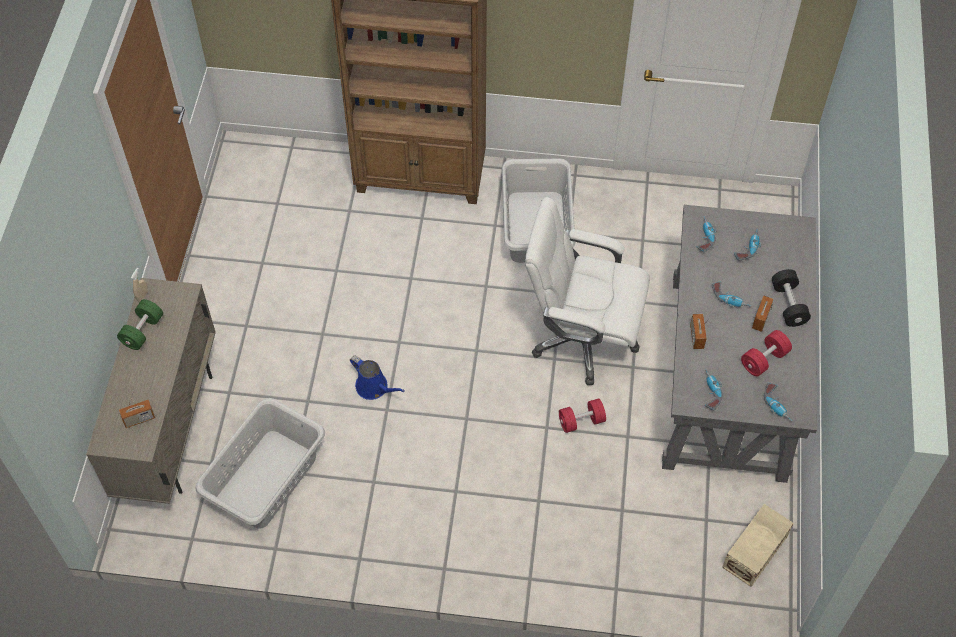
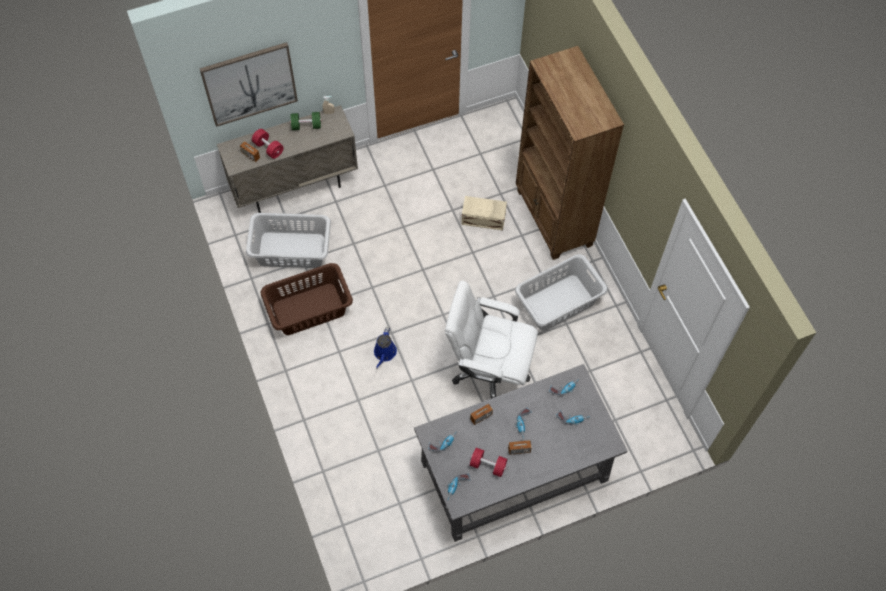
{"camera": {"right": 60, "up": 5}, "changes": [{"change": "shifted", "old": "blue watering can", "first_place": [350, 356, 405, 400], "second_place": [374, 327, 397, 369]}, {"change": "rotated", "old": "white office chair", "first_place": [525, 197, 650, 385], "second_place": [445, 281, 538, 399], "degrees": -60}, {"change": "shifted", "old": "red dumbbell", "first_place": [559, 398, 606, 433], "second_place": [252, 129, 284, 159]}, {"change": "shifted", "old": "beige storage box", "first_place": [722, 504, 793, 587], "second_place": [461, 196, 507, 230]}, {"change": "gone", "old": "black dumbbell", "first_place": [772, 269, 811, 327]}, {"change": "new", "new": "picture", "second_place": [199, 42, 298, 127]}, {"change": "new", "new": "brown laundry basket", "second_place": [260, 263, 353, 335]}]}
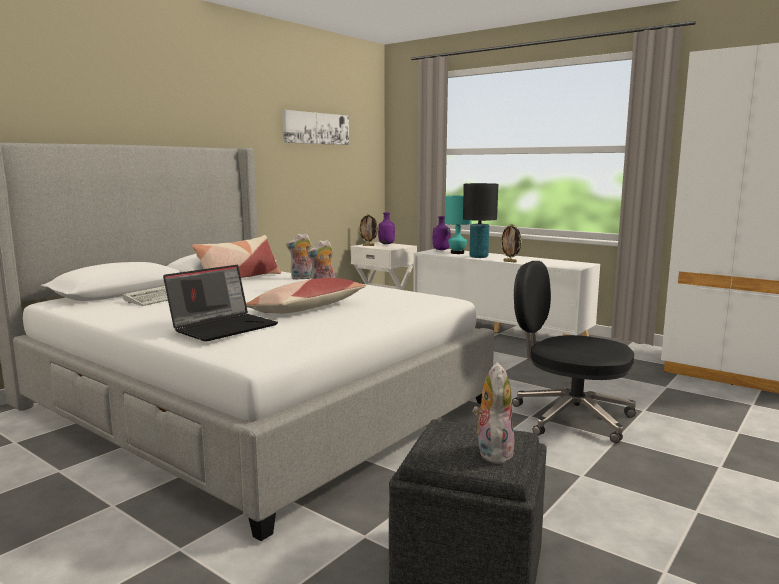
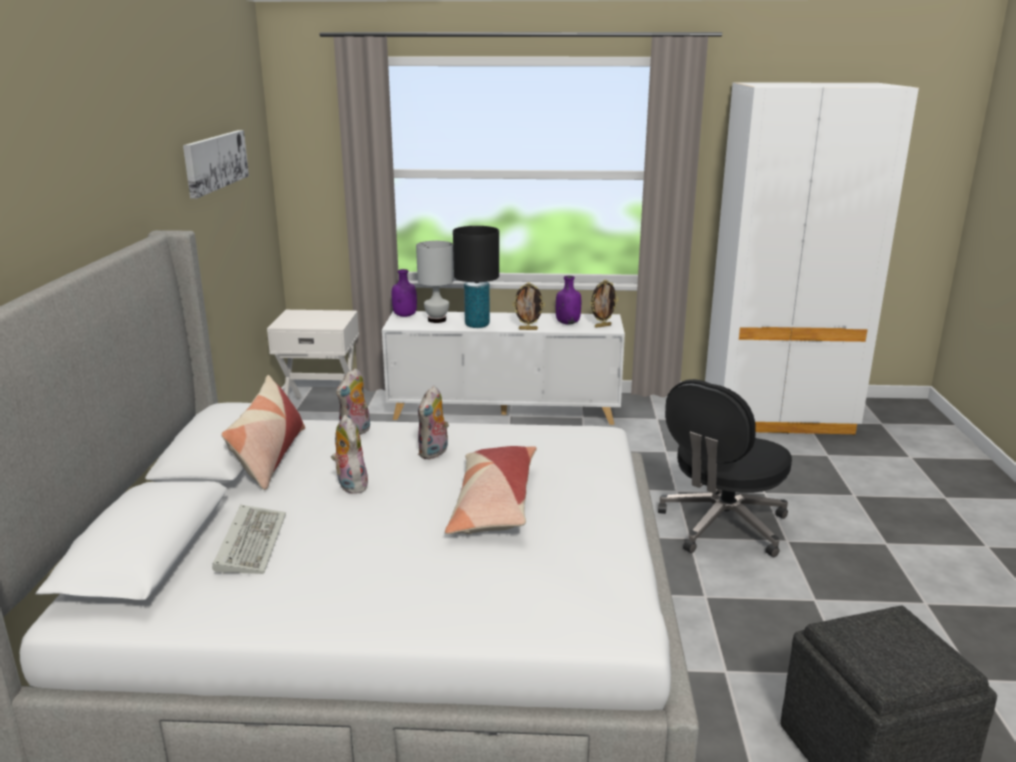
{"camera": {"right": -35, "up": 10}, "changes": [{"change": "gone", "old": "laptop", "first_place": [163, 265, 278, 342]}, {"change": "shifted", "old": "picture frame", "first_place": [358, 214, 379, 246], "second_place": [590, 280, 618, 328]}, {"change": "shifted", "old": "purple bottle", "first_place": [378, 212, 395, 244], "second_place": [556, 276, 581, 325]}, {"change": "repainted", "old": "turquoise table lamp", "new": "white table lamp", "first_place": [445, 196, 472, 254], "second_place": [416, 241, 454, 323]}, {"change": "shifted", "old": "plush toy", "first_place": [473, 362, 515, 464], "second_place": [331, 415, 368, 494]}, {"change": "rotated", "old": "black office chair", "first_place": [512, 261, 636, 443], "second_place": [658, 379, 792, 557], "degrees": -45}]}
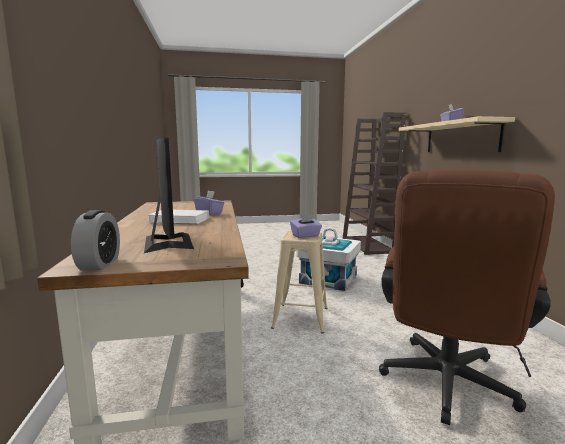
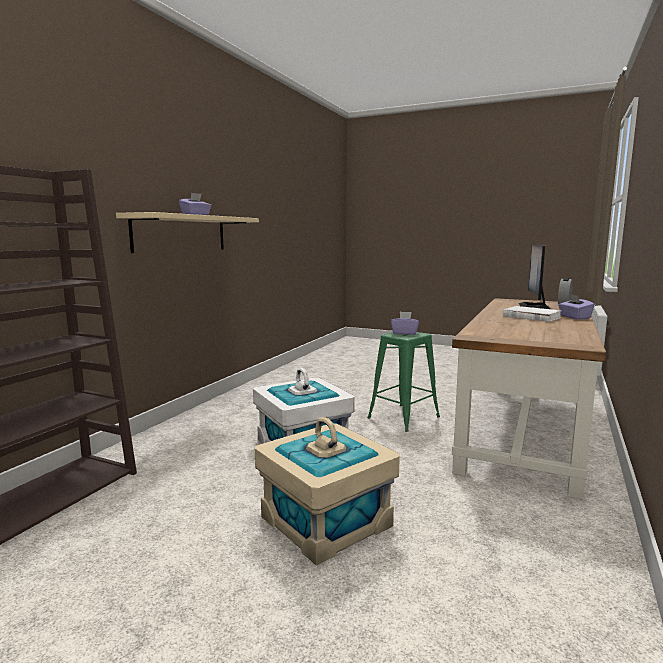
{"camera": {"right": -145, "up": 0}, "changes": [{"change": "shifted", "old": "purple tissue box", "first_place": [194, 191, 224, 215], "second_place": [558, 294, 595, 320]}, {"change": "repainted", "old": "beige stool", "new": "green stool", "first_place": [271, 231, 328, 334], "second_place": [367, 332, 440, 432]}, {"change": "gone", "old": "brown office chair", "first_place": [379, 169, 555, 425]}, {"change": "new", "new": "beige storage box", "second_place": [255, 417, 400, 566]}]}
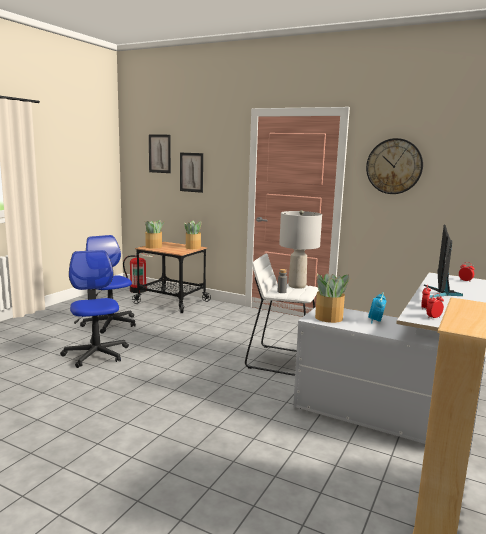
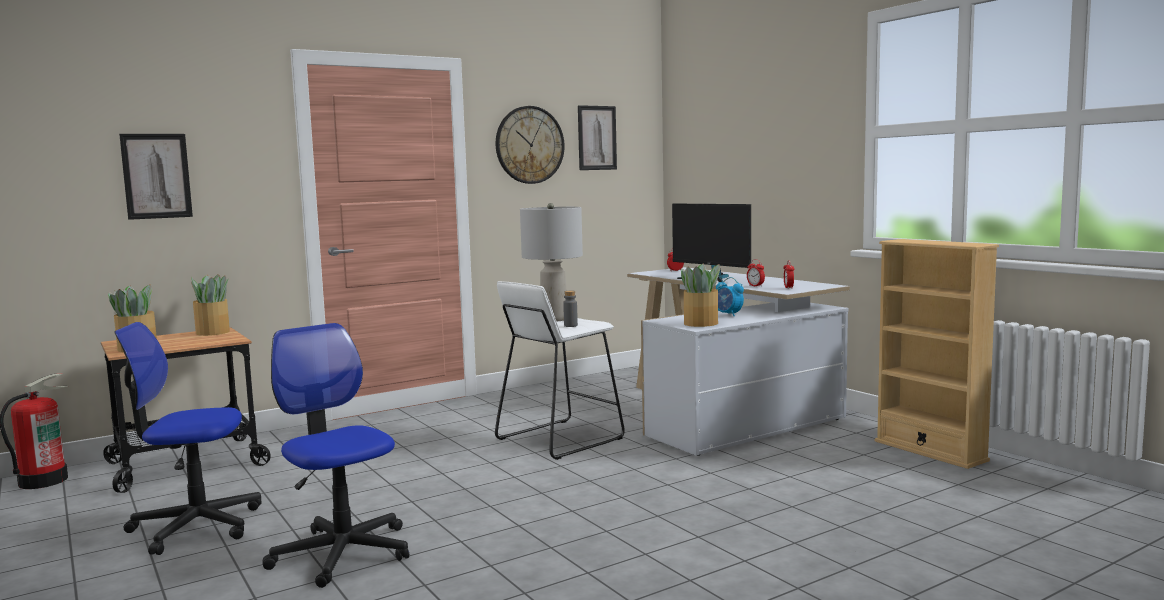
{"camera": {"right": -60, "up": -5}, "changes": [{"change": "rotated", "old": "office chair", "first_place": [60, 250, 129, 368], "second_place": [263, 323, 409, 588], "degrees": 45}, {"change": "shifted", "old": "picture", "first_place": [149, 134, 171, 173], "second_place": [578, 105, 617, 170]}]}
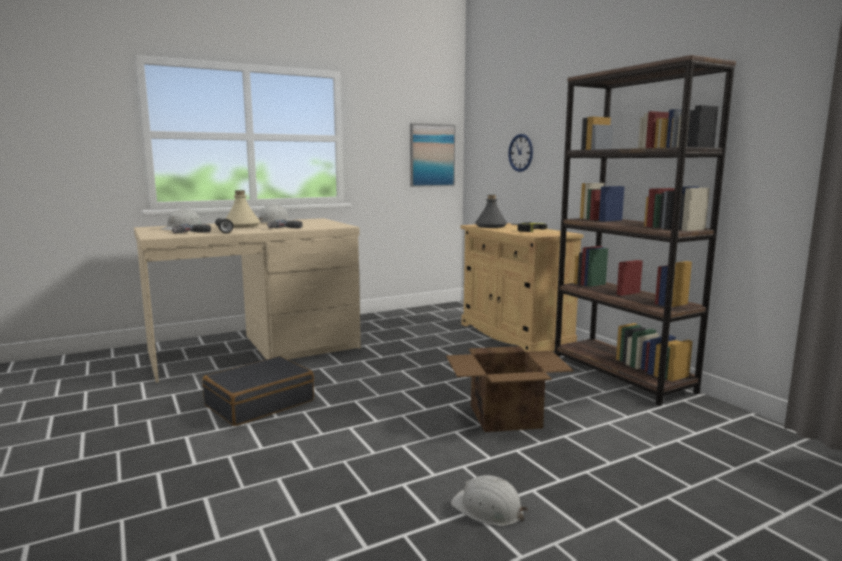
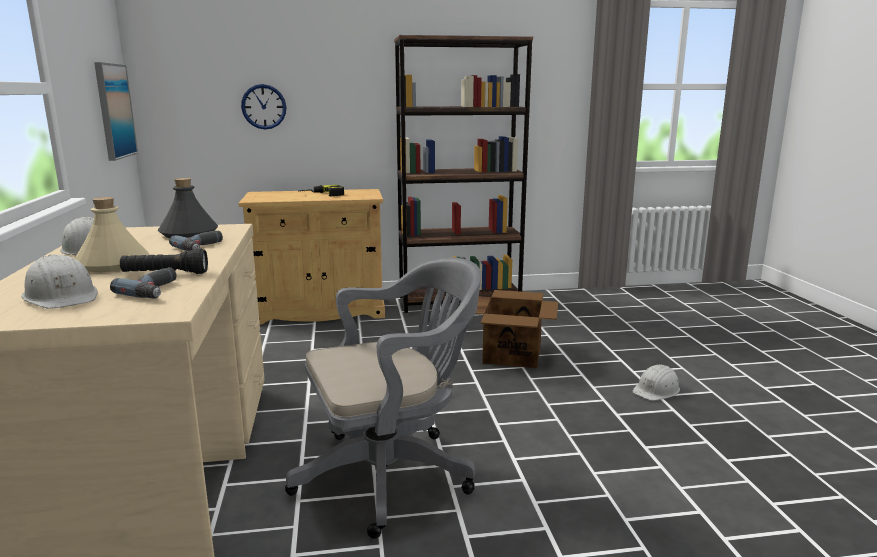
{"camera": {"right": -70, "up": 5}, "changes": [{"change": "swapped", "old": "black suitcase", "new": "grey office chair", "first_place": [203, 356, 314, 426], "second_place": [285, 257, 481, 539]}, {"change": "shifted", "old": "grey bottle", "first_place": [475, 195, 507, 228], "second_place": [158, 178, 218, 238]}]}
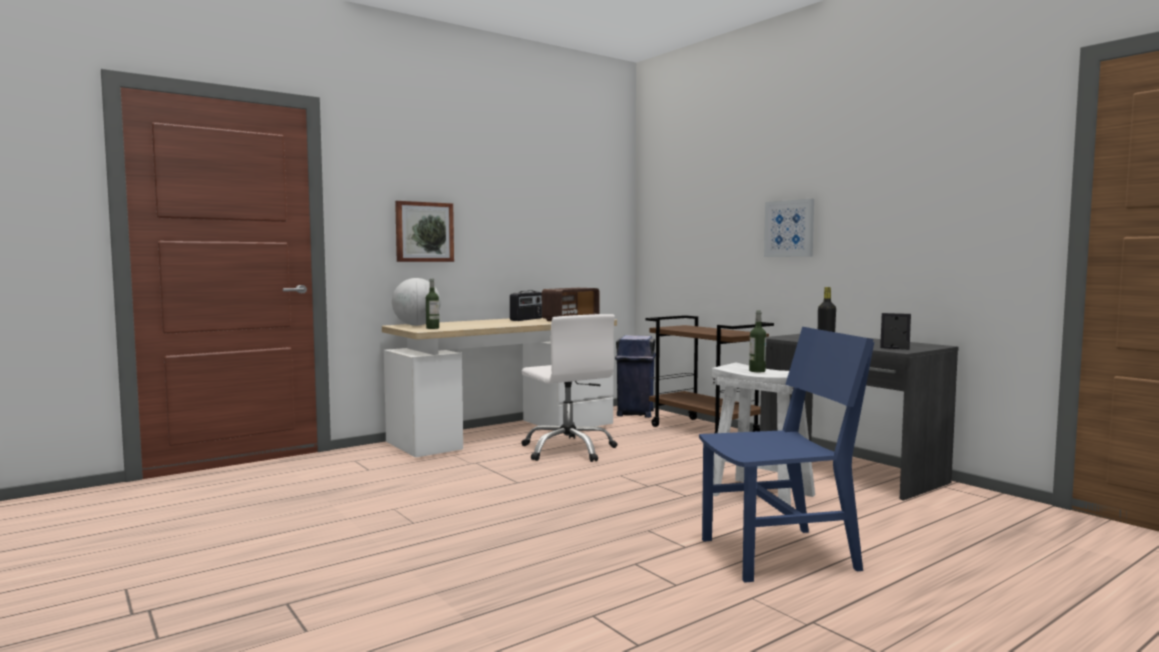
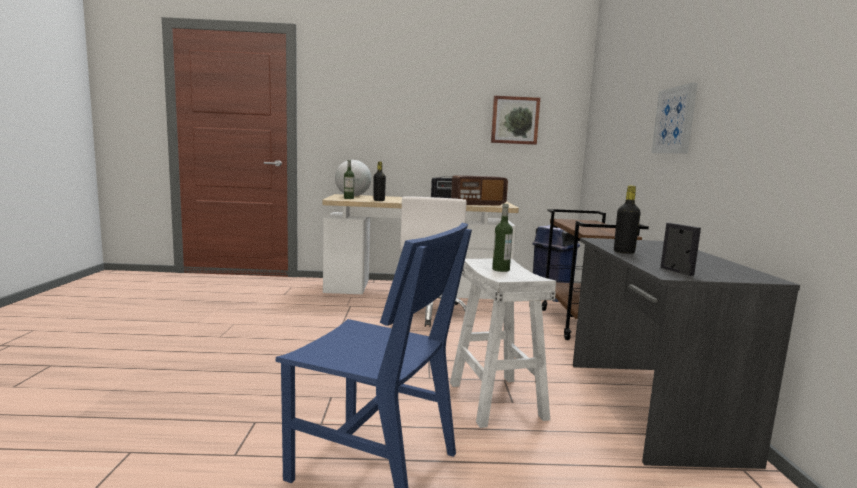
{"camera": {"right": 35, "up": 5}, "changes": [{"change": "shifted", "old": "picture", "first_place": [395, 201, 454, 262], "second_place": [491, 96, 540, 145]}, {"change": "new", "new": "black bottle", "second_place": [373, 162, 386, 201]}]}
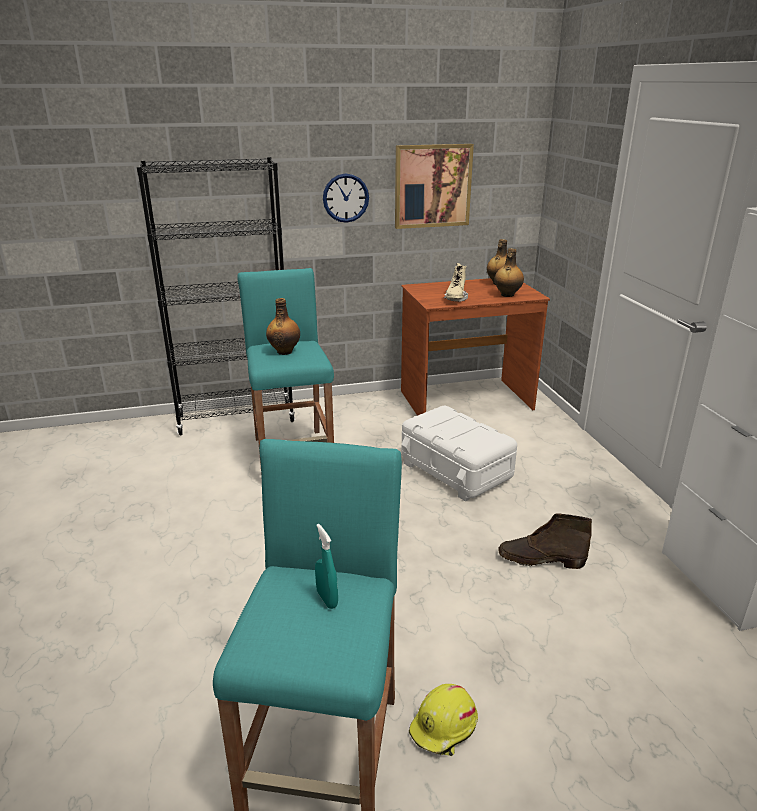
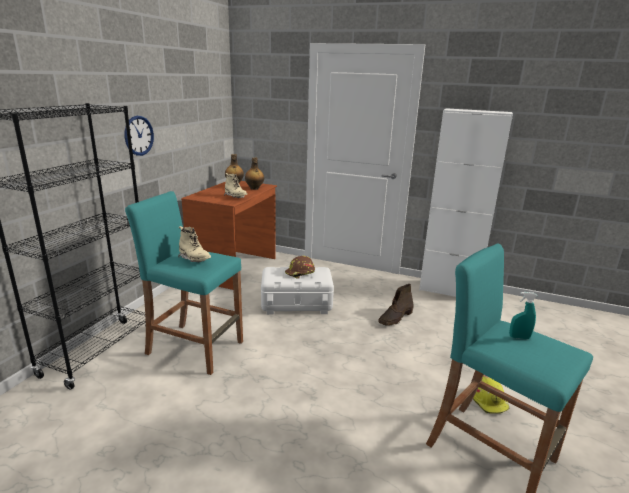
{"camera": {"right": -55, "up": -5}, "changes": [{"change": "swapped", "old": "bottle", "new": "beige boot", "first_place": [266, 298, 300, 355], "second_place": [178, 226, 211, 263]}, {"change": "gone", "old": "picture", "first_place": [395, 144, 474, 229]}, {"change": "new", "new": "brown hard hat", "second_place": [285, 256, 315, 279]}]}
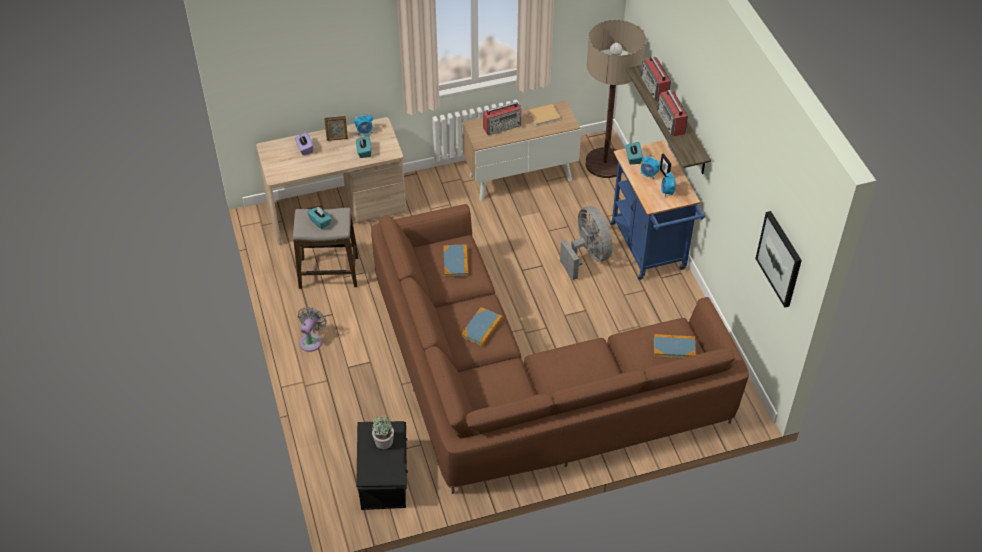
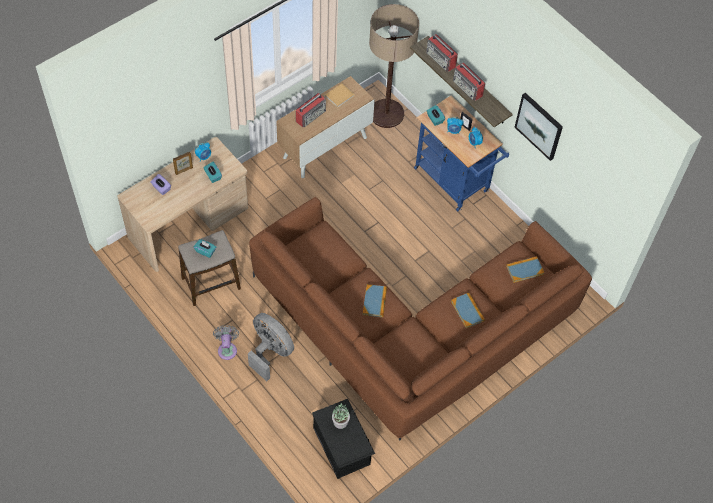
{"camera": {"right": -25, "up": 10}, "changes": [{"change": "shifted", "old": "book", "first_place": [443, 244, 469, 277], "second_place": [451, 293, 485, 328]}, {"change": "shifted", "old": "grey fan", "first_place": [560, 206, 613, 280], "second_place": [248, 313, 294, 381]}, {"change": "shifted", "old": "picture", "first_place": [755, 211, 802, 308], "second_place": [515, 93, 563, 161]}]}
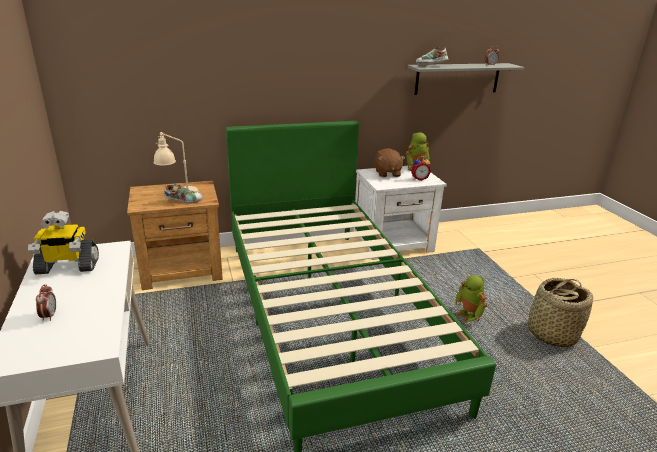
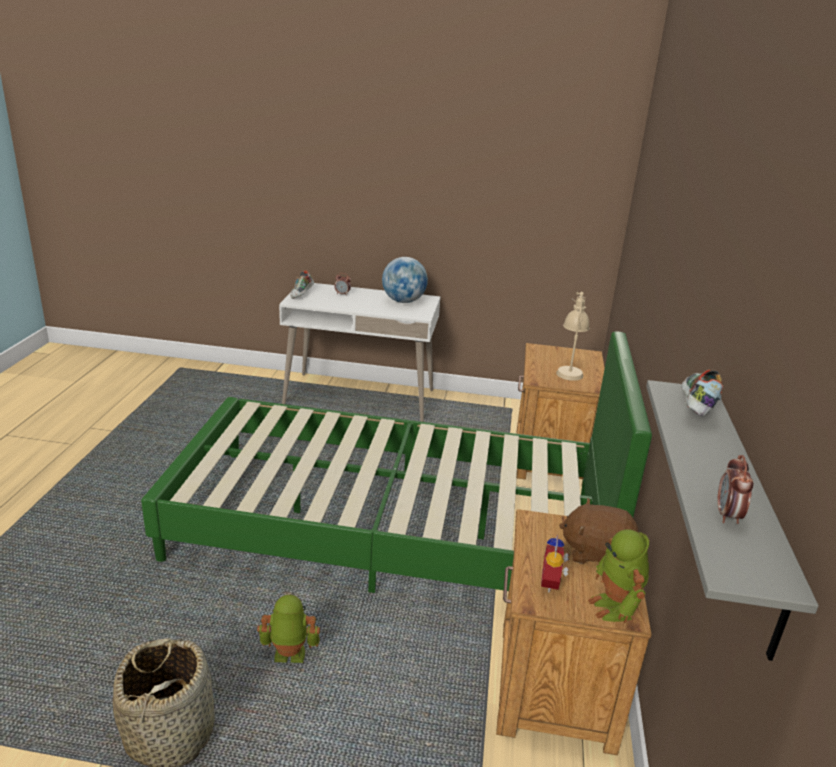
{"camera": {"right": 115, "up": 0}, "changes": [{"change": "swapped", "old": "toy robot", "new": "globe", "first_place": [28, 211, 99, 274], "second_place": [382, 257, 428, 303]}, {"change": "shifted", "old": "shoe", "first_place": [164, 183, 203, 203], "second_place": [290, 270, 314, 299]}, {"change": "repainted", "old": "white nightstand", "new": "brown nightstand", "first_place": [353, 165, 447, 260], "second_place": [496, 509, 652, 755]}]}
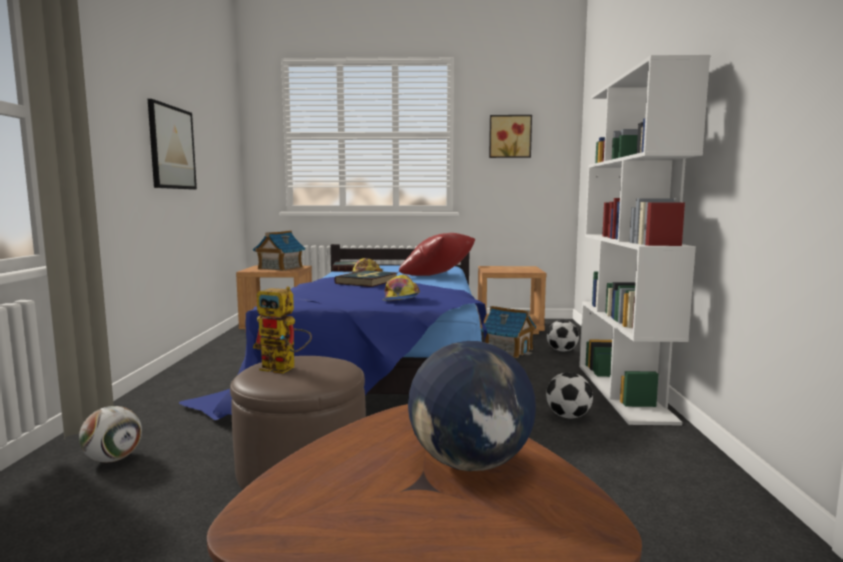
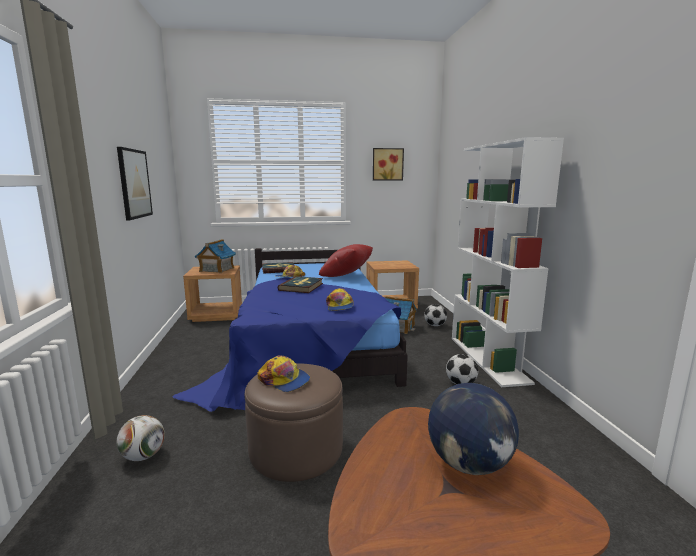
{"camera": {"right": -10, "up": 5}, "changes": [{"change": "swapped", "old": "toy robot", "new": "cap", "first_place": [253, 286, 312, 374], "second_place": [257, 356, 310, 392]}]}
